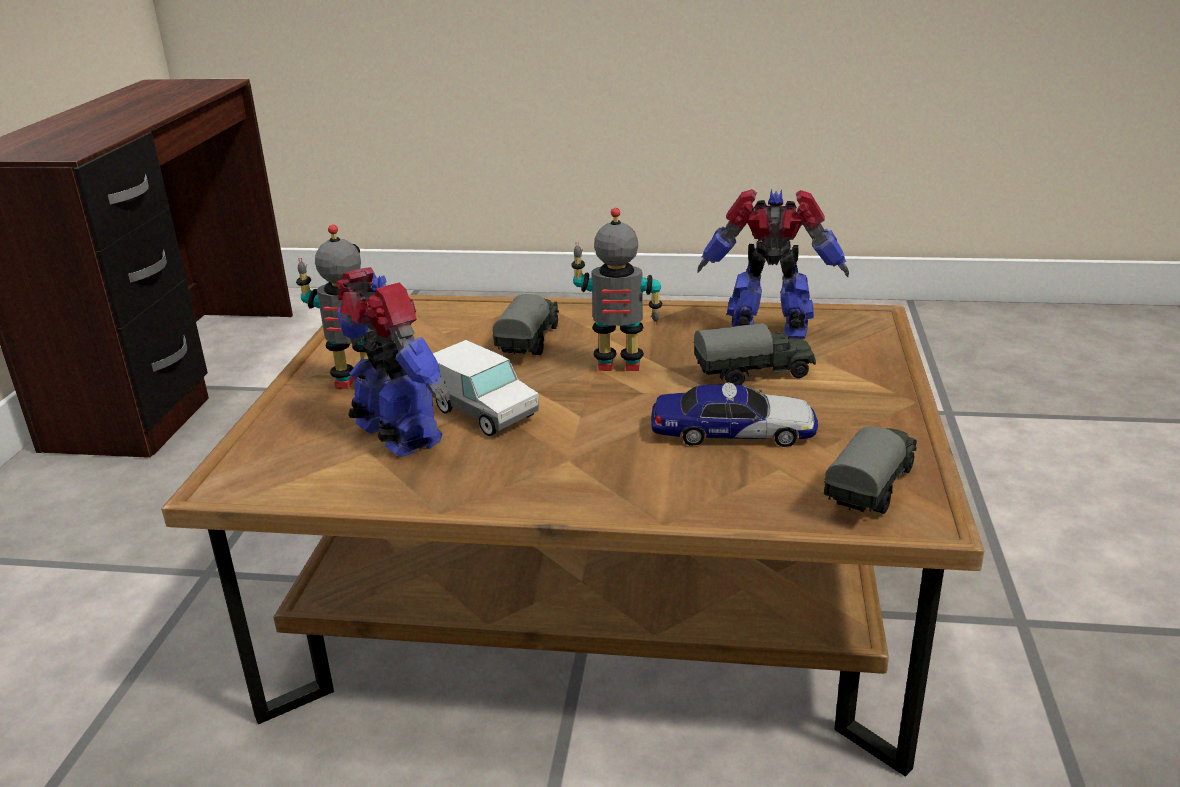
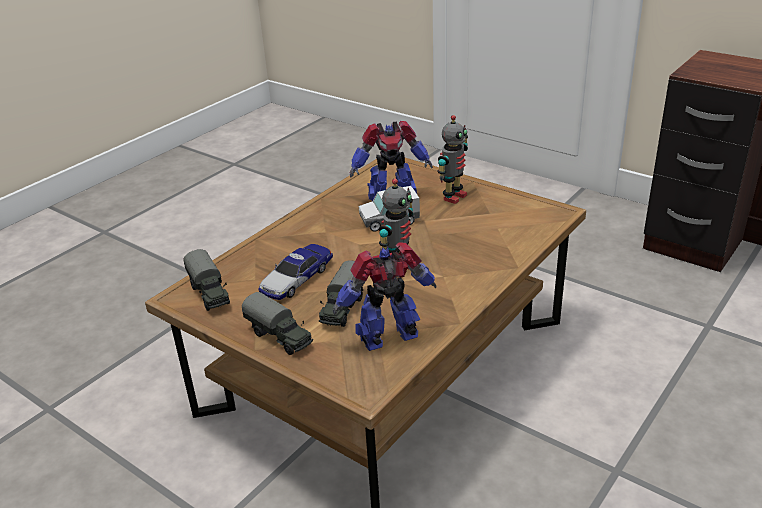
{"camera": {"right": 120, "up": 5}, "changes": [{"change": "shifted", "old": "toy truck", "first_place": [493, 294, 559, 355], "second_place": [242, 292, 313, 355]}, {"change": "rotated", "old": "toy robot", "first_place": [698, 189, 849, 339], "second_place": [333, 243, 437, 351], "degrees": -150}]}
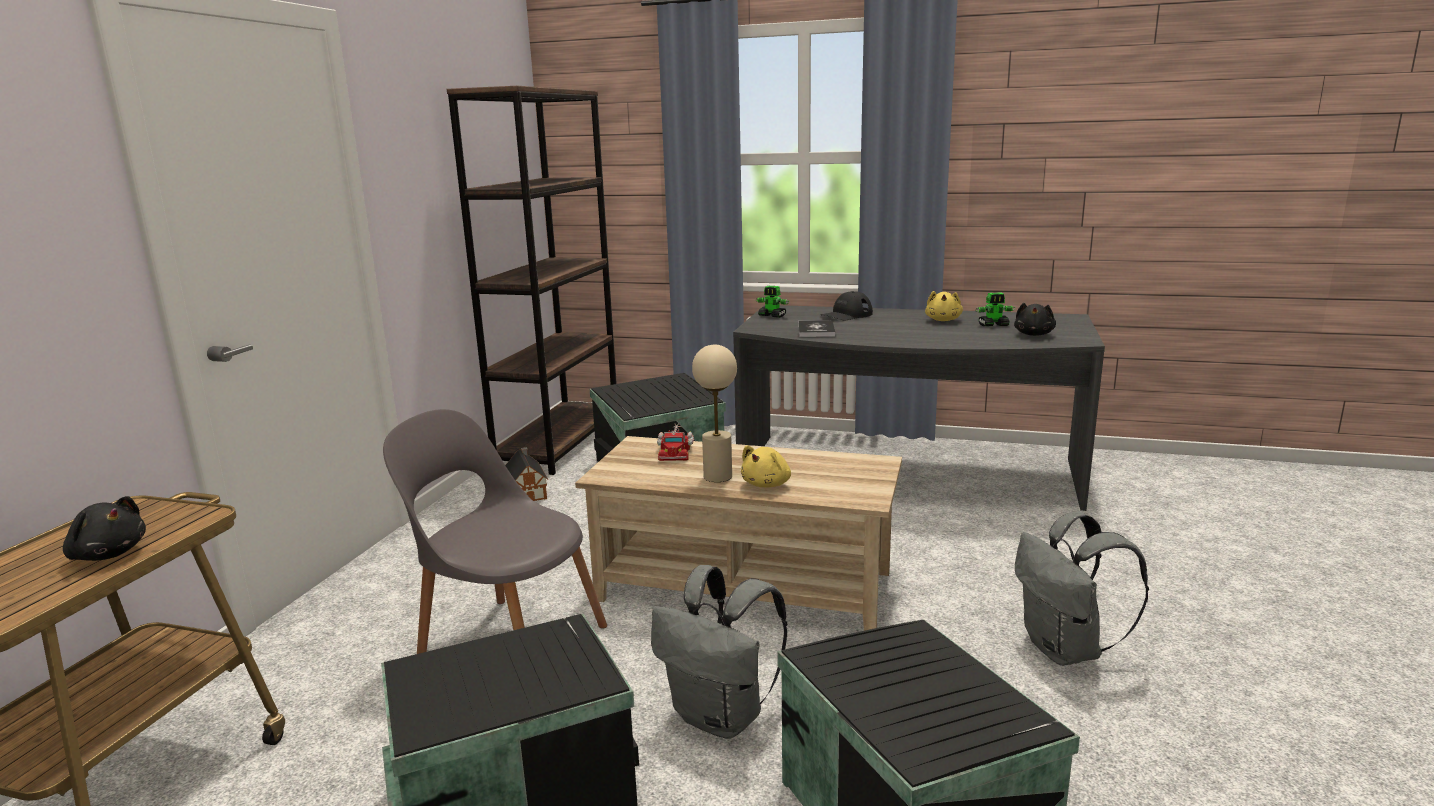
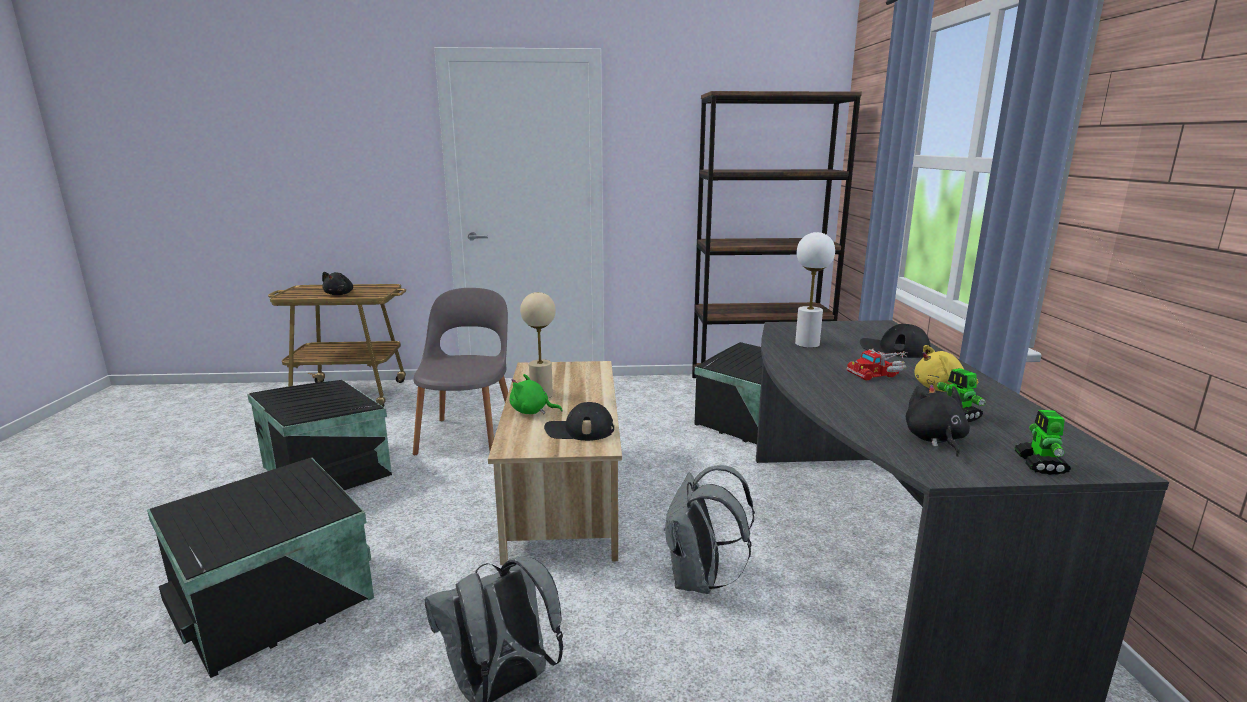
{"camera": {"right": 70, "up": 0}, "changes": [{"change": "gone", "old": "toy house", "first_place": [505, 447, 548, 501]}, {"change": "shifted", "old": "grey backpack", "first_place": [651, 565, 787, 739], "second_place": [664, 465, 755, 594]}, {"change": "shifted", "old": "toy truck", "first_place": [657, 423, 694, 461], "second_place": [847, 349, 907, 380]}, {"change": "repainted", "old": "yellow plush toy", "new": "green plush toy", "first_place": [741, 445, 791, 487], "second_place": [510, 374, 563, 414]}, {"change": "shifted", "old": "toy robot", "first_place": [756, 286, 789, 318], "second_place": [1014, 410, 1071, 475]}, {"change": "swapped", "old": "book", "new": "white table lamp", "first_place": [798, 320, 836, 337], "second_place": [795, 232, 835, 348]}, {"change": "rotated", "old": "black plush toy", "first_place": [1014, 303, 1056, 336], "second_place": [906, 384, 970, 457], "degrees": 90}, {"change": "new", "new": "black cap", "second_place": [544, 402, 614, 441]}]}
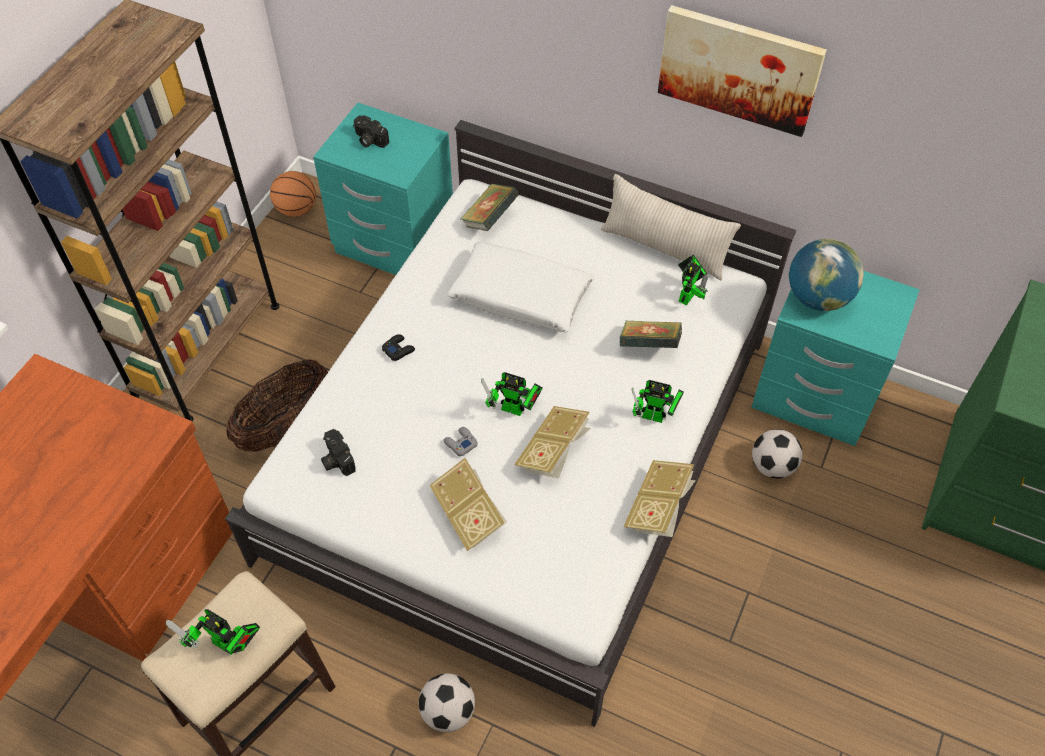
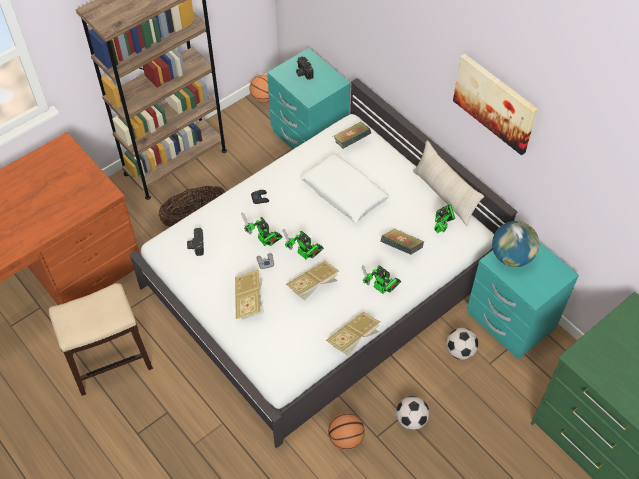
{"camera": {"right": 25, "up": 0}, "changes": [{"change": "shifted", "old": "toy robot", "first_place": [166, 609, 260, 655], "second_place": [241, 213, 283, 246]}, {"change": "shifted", "old": "football", "first_place": [419, 673, 475, 732], "second_place": [396, 396, 429, 430]}, {"change": "new", "new": "basketball", "second_place": [328, 413, 365, 450]}]}
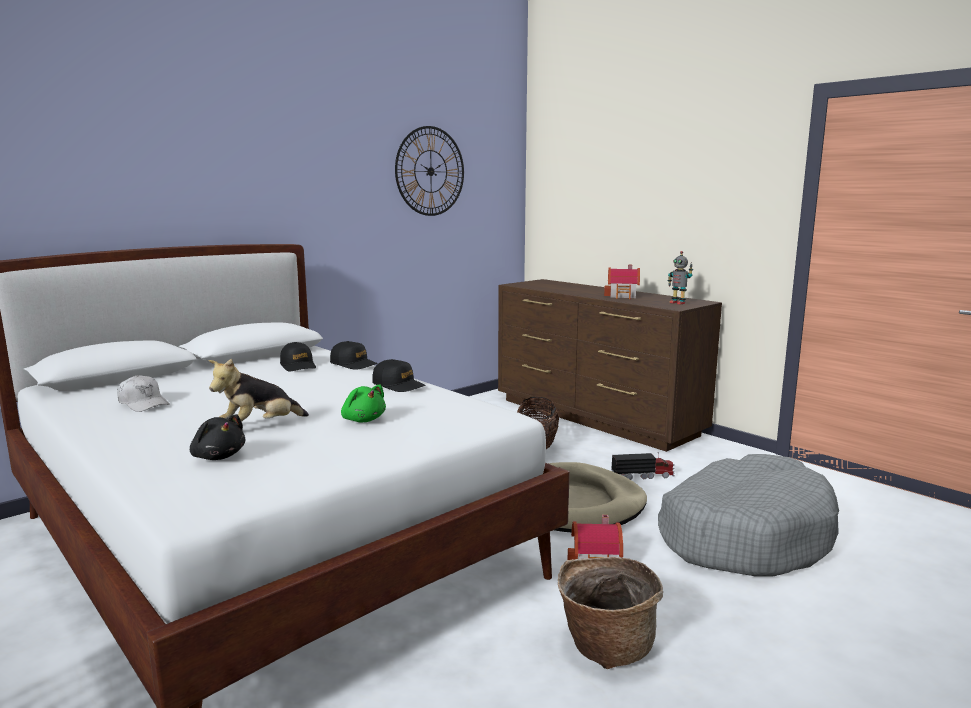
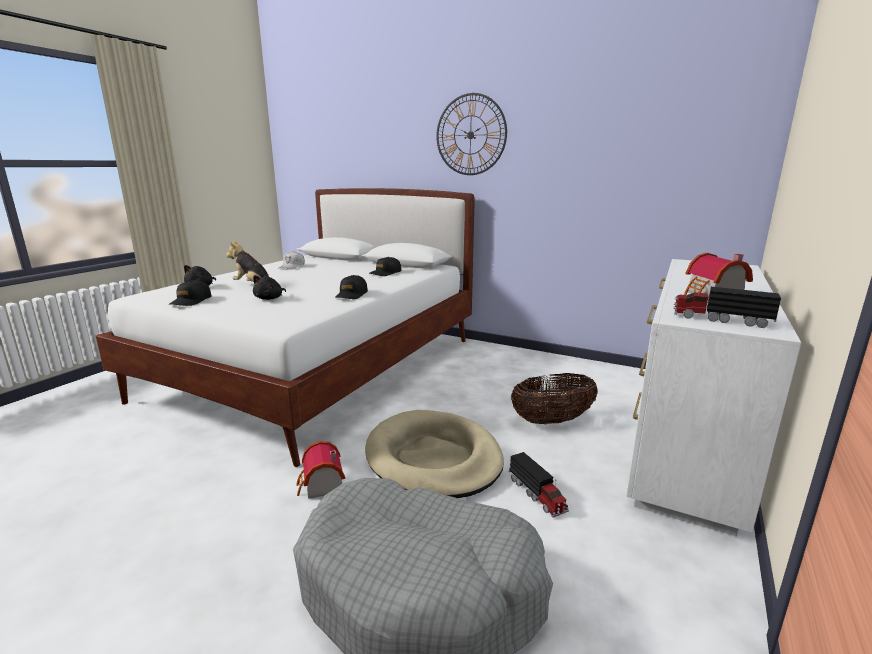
{"camera": {"right": 70, "up": 5}, "changes": [{"change": "shifted", "old": "black cap", "first_place": [330, 341, 378, 370], "second_place": [169, 280, 212, 306]}, {"change": "repainted", "old": "green plush toy", "new": "black plush toy", "first_place": [341, 385, 386, 422], "second_place": [253, 275, 286, 300]}, {"change": "shifted", "old": "wall clock", "first_place": [395, 126, 464, 216], "second_place": [436, 93, 507, 175]}, {"change": "repainted", "old": "brown dresser", "new": "white dresser", "first_place": [498, 279, 722, 452], "second_place": [626, 259, 801, 536]}, {"change": "gone", "old": "basket", "first_place": [558, 557, 663, 669]}, {"change": "swapped", "old": "toy robot", "new": "toy truck", "first_place": [667, 251, 693, 305], "second_place": [673, 286, 781, 328]}]}
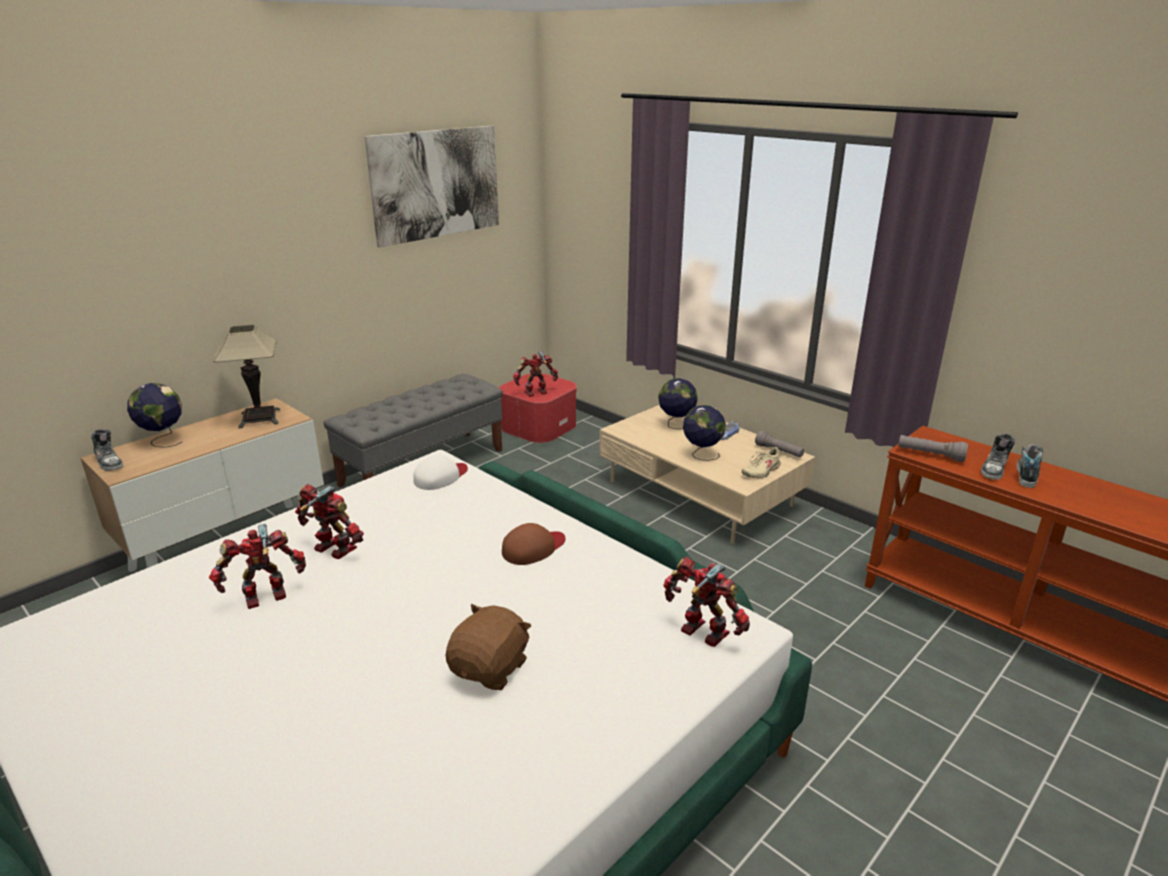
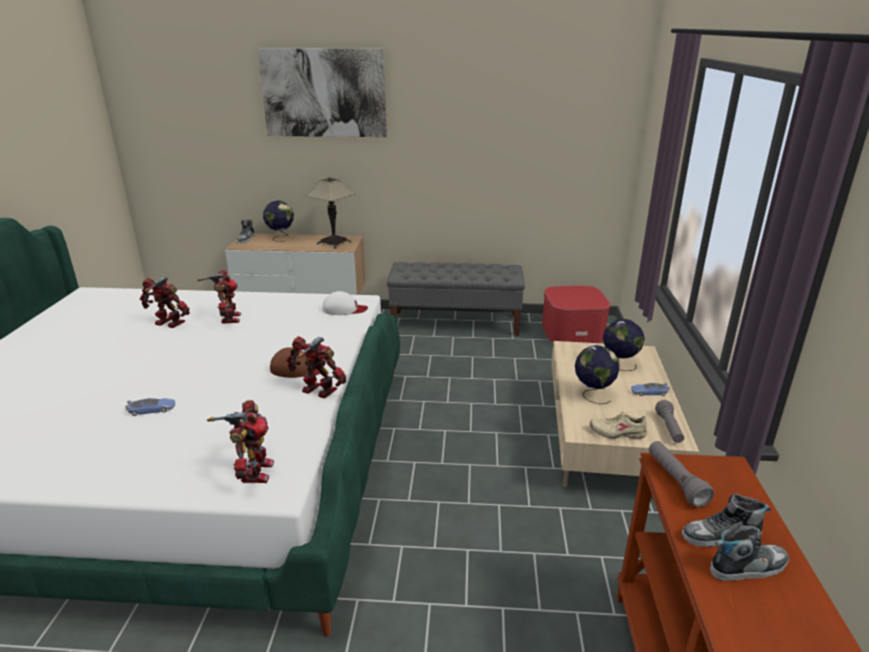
{"camera": {"right": 50, "up": 0}, "changes": [{"change": "shifted", "old": "picture", "first_place": [364, 126, 499, 248], "second_place": [257, 48, 387, 137]}, {"change": "swapped", "old": "brown plush toy", "new": "toy car", "first_place": [445, 604, 531, 690], "second_place": [125, 398, 175, 416]}, {"change": "shifted", "old": "toy robot", "first_place": [513, 351, 558, 397], "second_place": [286, 336, 346, 398]}]}
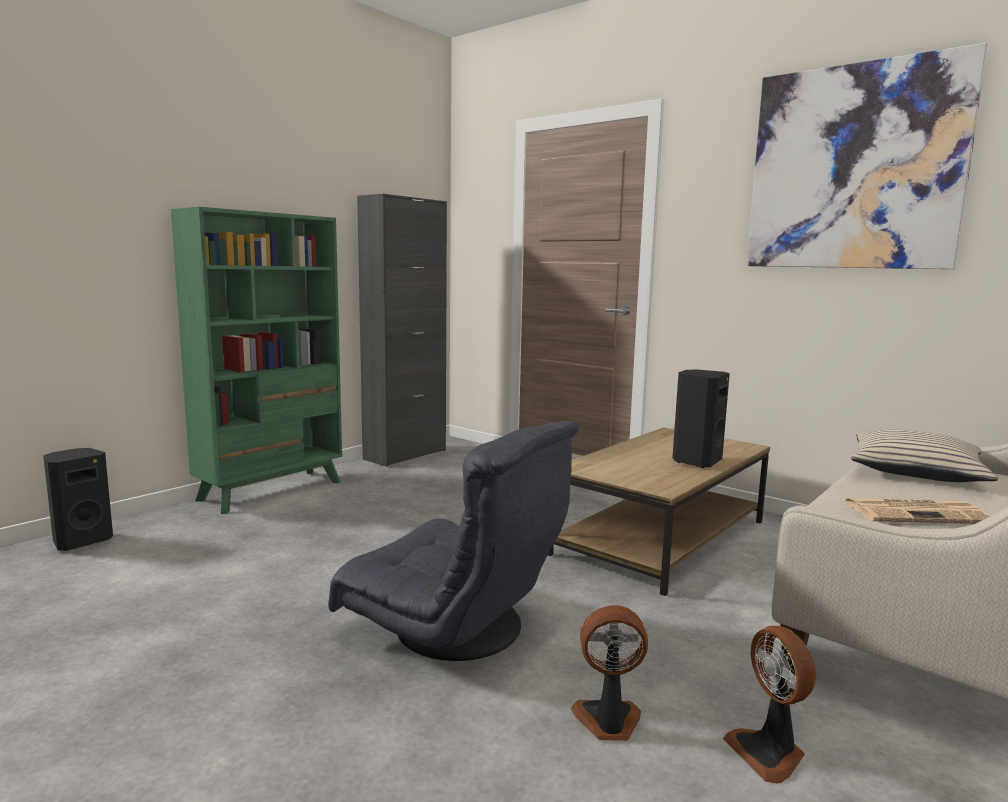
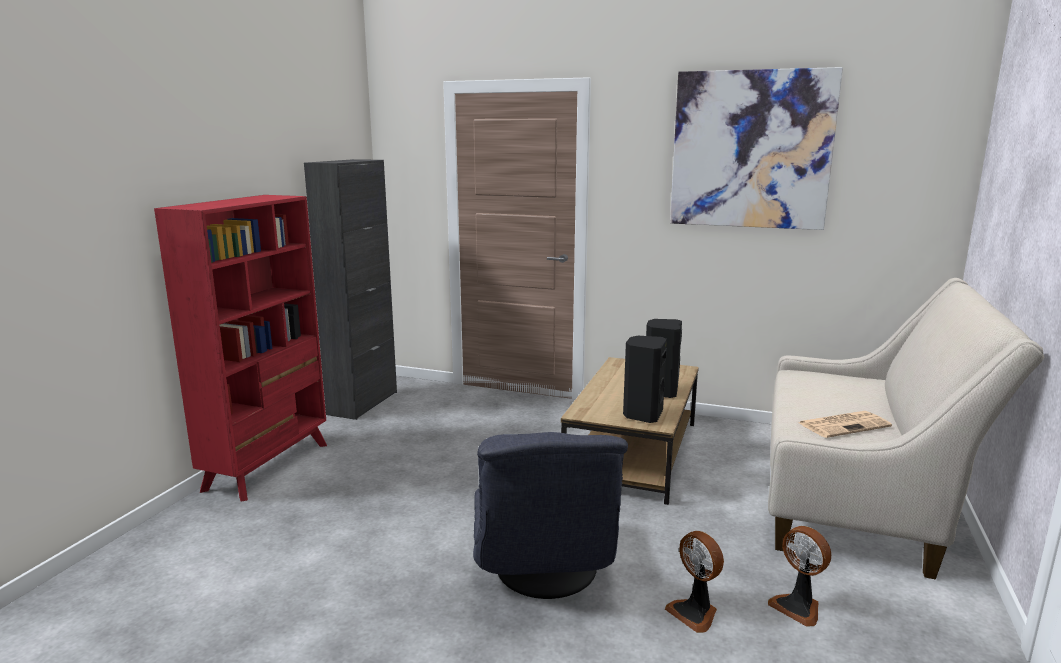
{"camera": {"right": -20, "up": 5}, "changes": [{"change": "shifted", "old": "black speaker", "first_place": [43, 448, 113, 551], "second_place": [623, 336, 667, 423]}, {"change": "repainted", "old": "green bookcase", "new": "red bookcase", "first_place": [171, 207, 342, 514], "second_place": [154, 195, 327, 502]}, {"change": "rotated", "old": "grey armchair", "first_place": [328, 421, 579, 661], "second_place": [473, 432, 628, 599], "degrees": 75}, {"change": "rotated", "old": "fan", "first_place": [571, 605, 648, 741], "second_place": [665, 531, 724, 633], "degrees": -105}, {"change": "gone", "old": "beige pillow", "first_place": [851, 429, 998, 482]}]}
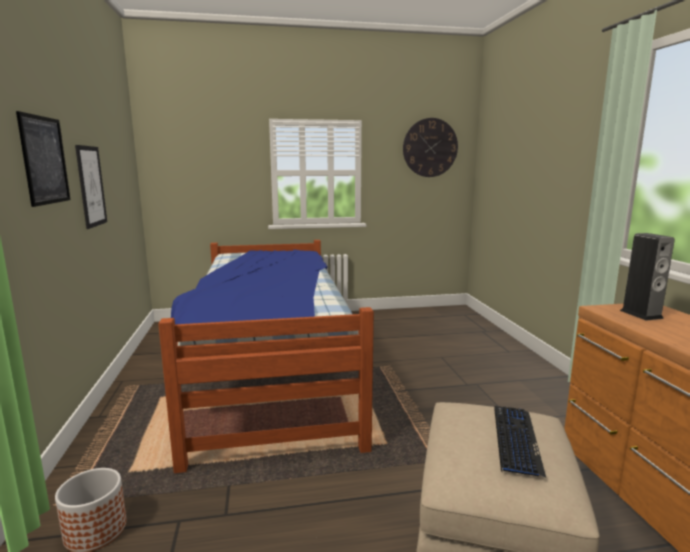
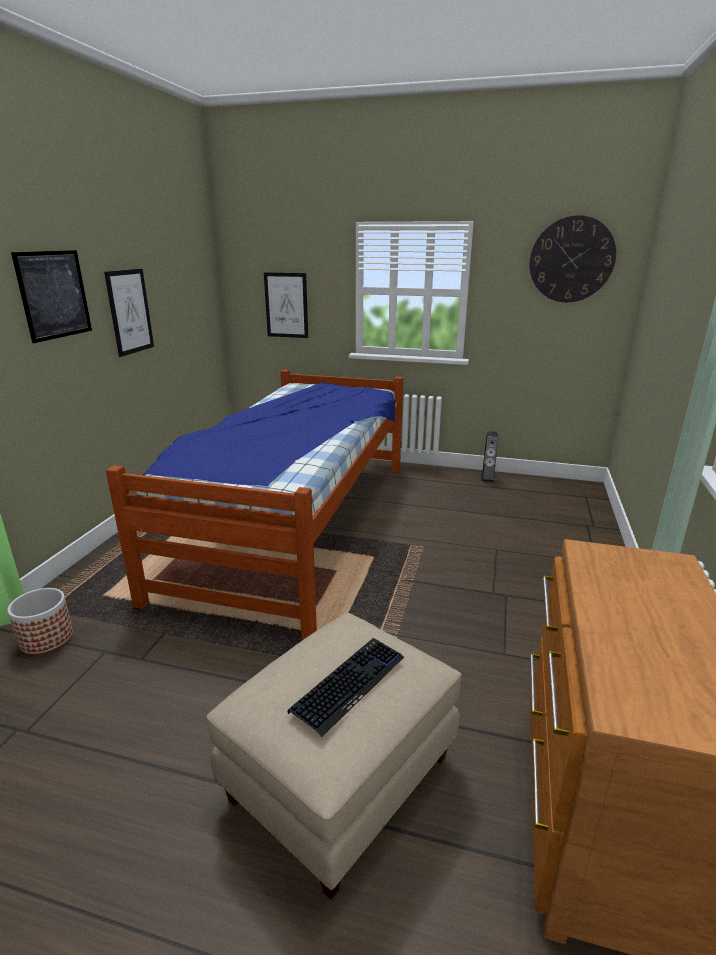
{"camera": {"right": 25, "up": 10}, "changes": [{"change": "shifted", "old": "speaker", "first_place": [620, 233, 675, 321], "second_place": [481, 431, 498, 482]}, {"change": "new", "new": "picture", "second_place": [264, 272, 308, 338]}]}
